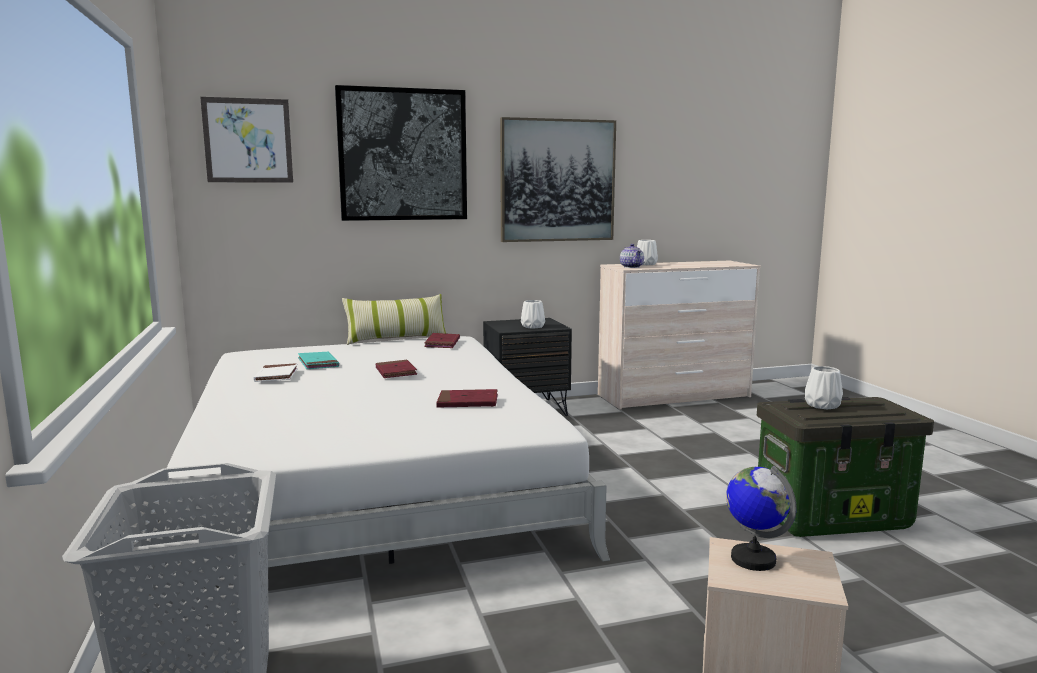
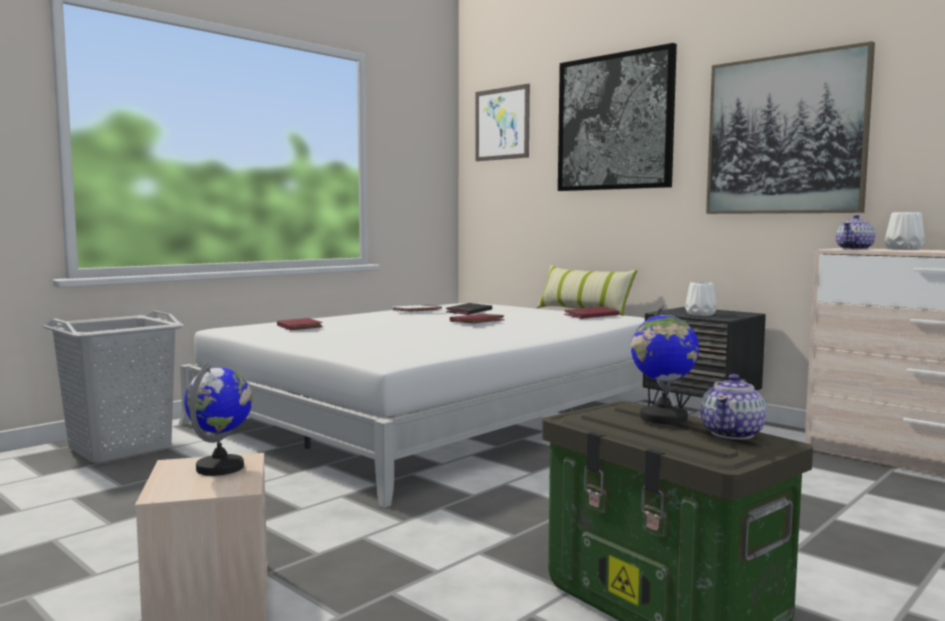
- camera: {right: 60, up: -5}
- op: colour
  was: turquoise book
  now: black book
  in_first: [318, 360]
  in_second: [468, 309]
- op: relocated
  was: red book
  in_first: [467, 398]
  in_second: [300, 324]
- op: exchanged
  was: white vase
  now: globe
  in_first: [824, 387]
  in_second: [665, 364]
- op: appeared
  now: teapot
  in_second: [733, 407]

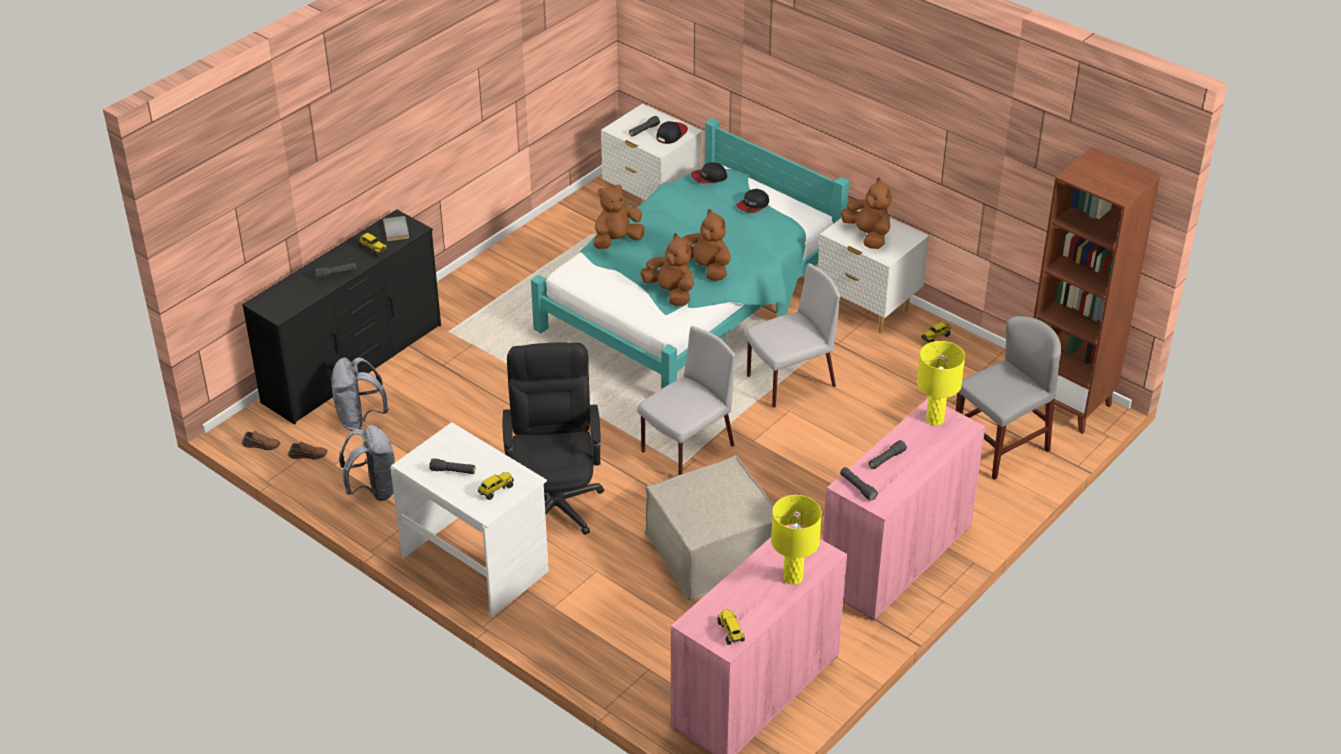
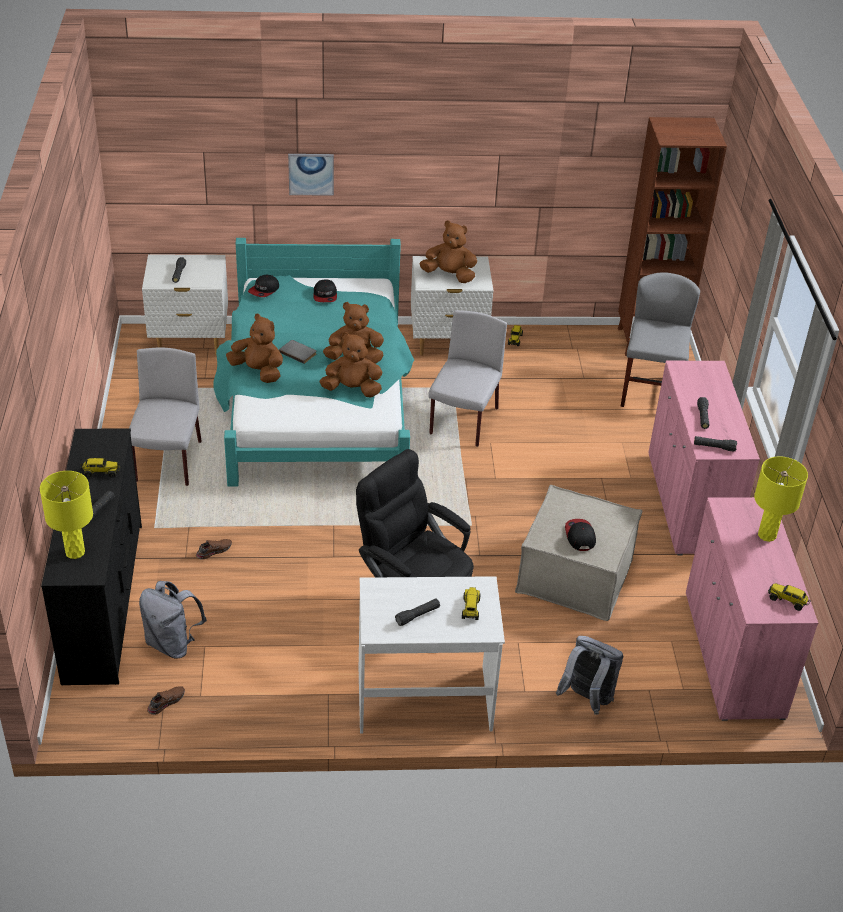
- camera: {right: -45, up: 0}
- op: relocated
  was: brown shoe
  in_first: [261, 440]
  in_second: [214, 549]
- op: relocated
  was: grey backpack
  in_first: [367, 463]
  in_second: [590, 675]
- op: relocated
  was: grey book
  in_first: [396, 228]
  in_second: [297, 352]
- op: spun
  was: brown plush toy
  in_first: [619, 216]
  in_second: [254, 348]
  clockwise: 105
- op: relocated
  was: grey chair
  in_first: [686, 400]
  in_second: [165, 416]
- op: relocated
  was: cap
  in_first: [672, 132]
  in_second: [580, 535]
- op: relocated
  was: yellow table lamp
  in_first: [941, 383]
  in_second: [66, 515]
- op: appeared
  now: picture
  in_second: [311, 175]

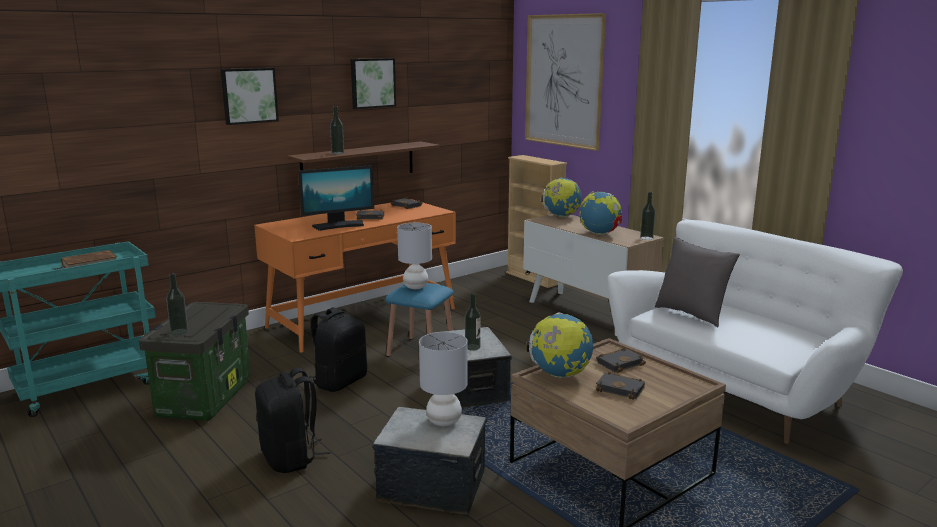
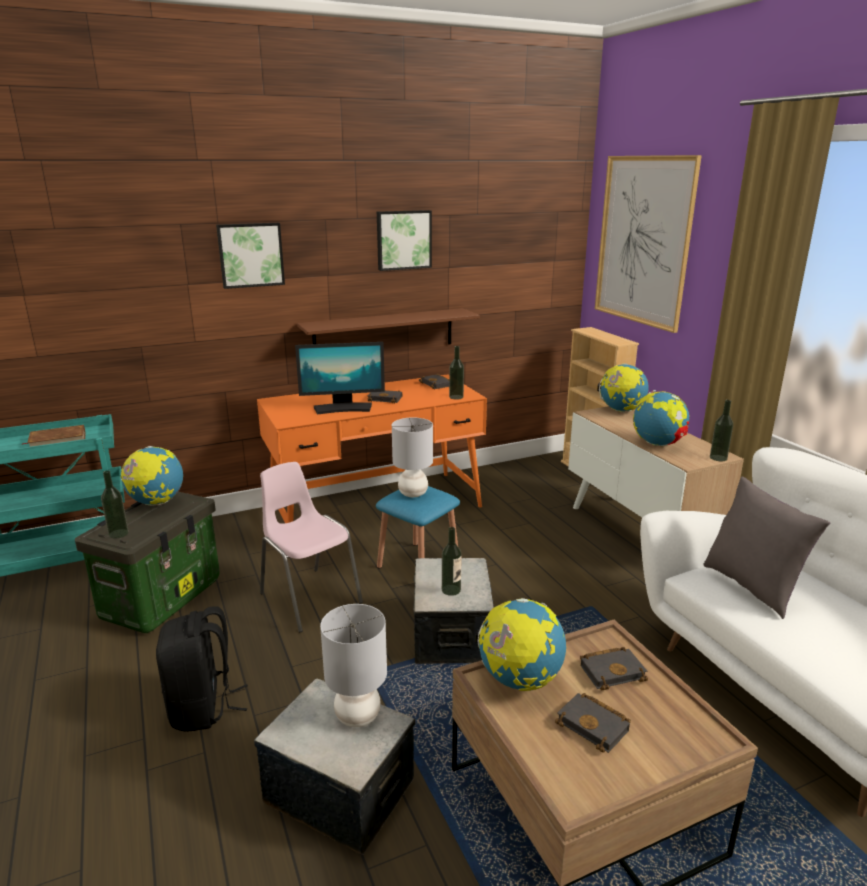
- camera: {right: 15, up: 5}
- op: exchanged
  was: black backpack
  now: pink chair
  in_first: [338, 349]
  in_second: [311, 547]
- op: relocated
  was: bottle
  in_first: [337, 130]
  in_second: [456, 373]
- op: appeared
  now: globe
  in_second: [152, 476]

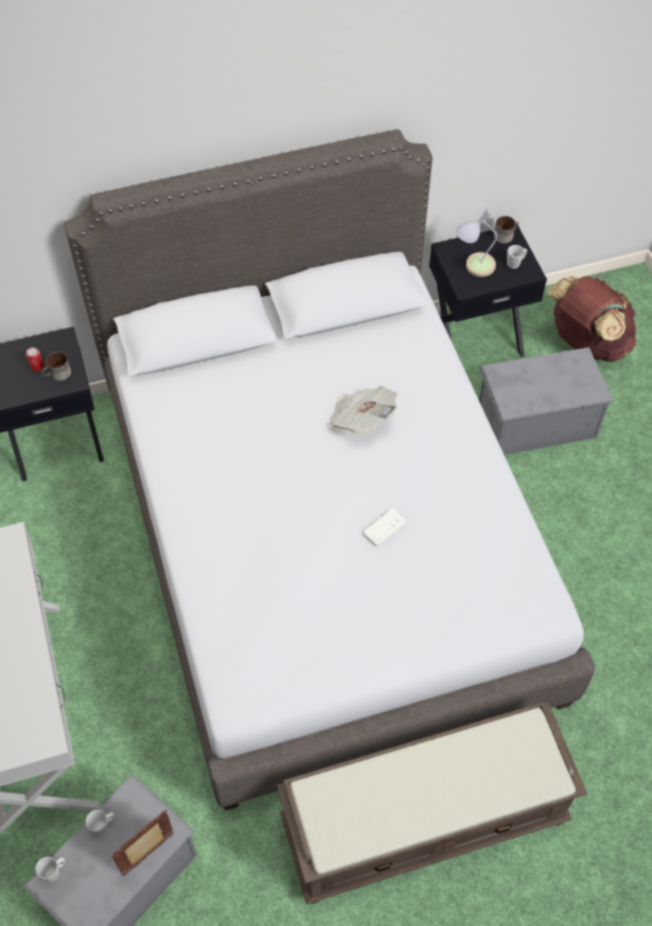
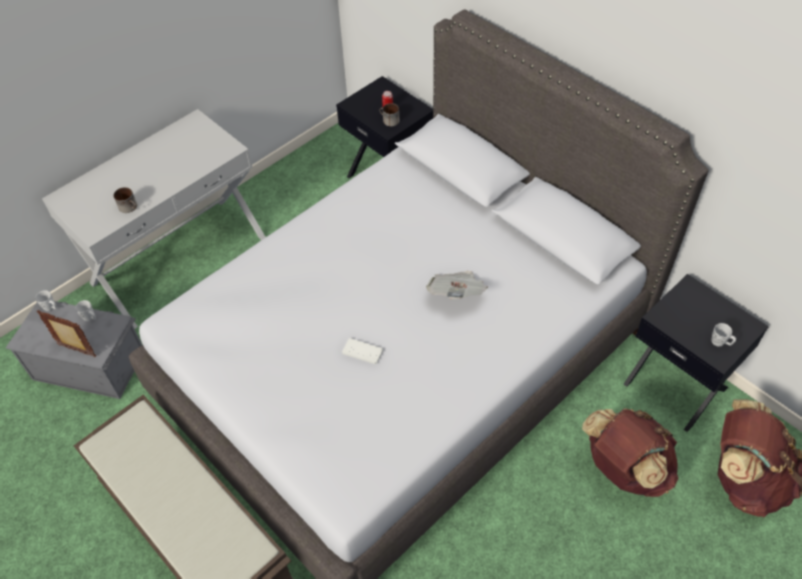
- camera: {right: 65, up: -5}
- op: missing
  was: table lamp
  in_first: [476, 242]
- op: exchanged
  was: grey storage box
  now: brown backpack
  in_first: [546, 401]
  in_second: [630, 452]
- op: relocated
  was: mug
  in_first: [506, 230]
  in_second: [125, 200]

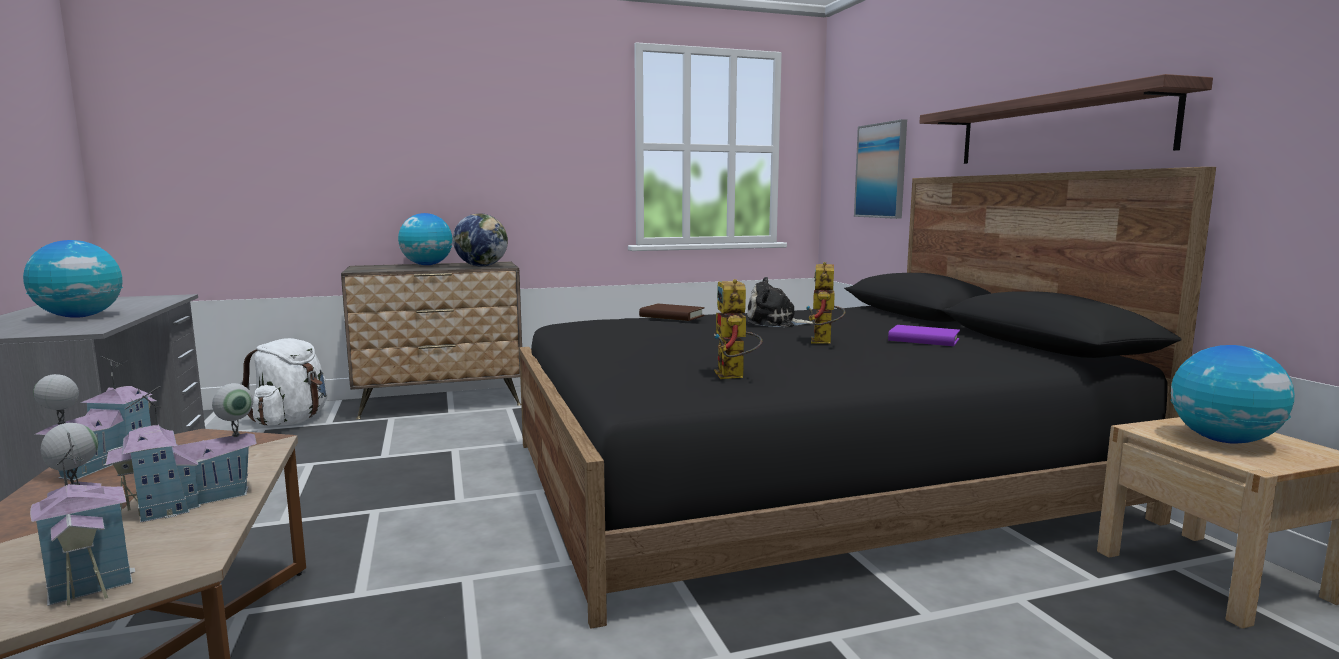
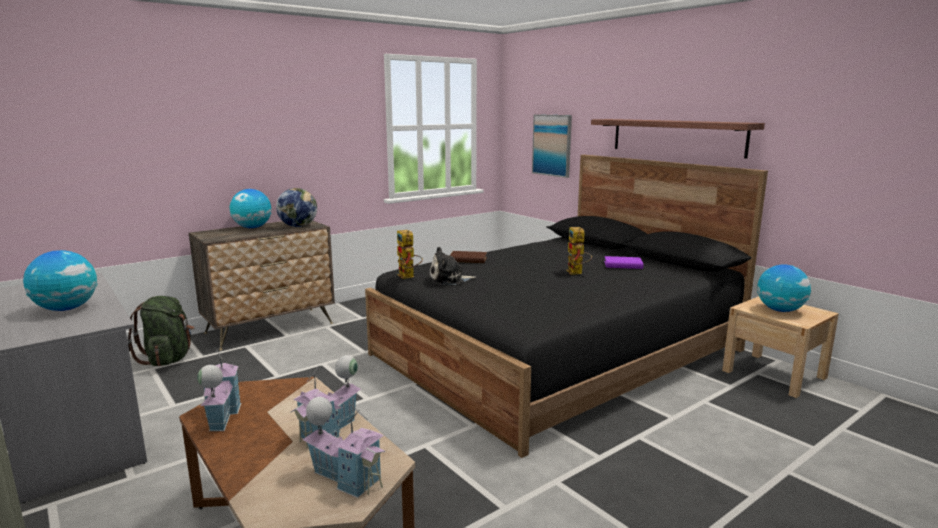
- camera: {right: -20, up: 5}
- op: colour
  was: white backpack
  now: green backpack
  in_first: [283, 382]
  in_second: [160, 331]
- op: relocated
  was: toy robot
  in_first: [738, 329]
  in_second: [410, 254]
- op: relocated
  was: plush toy
  in_first: [780, 302]
  in_second: [452, 266]

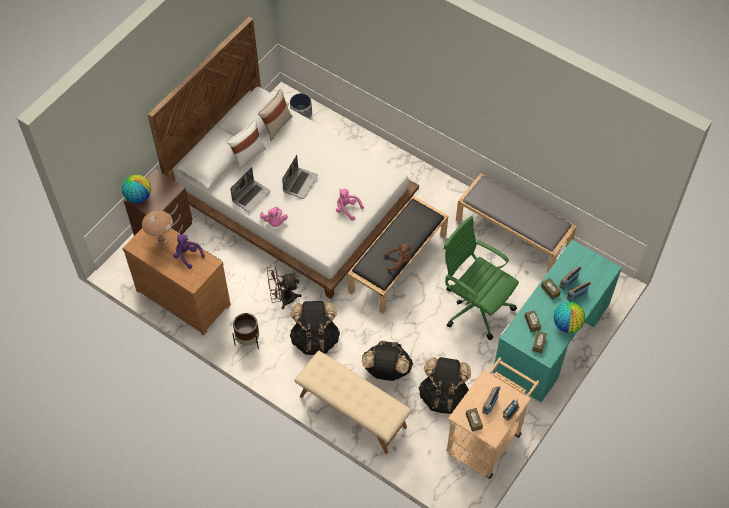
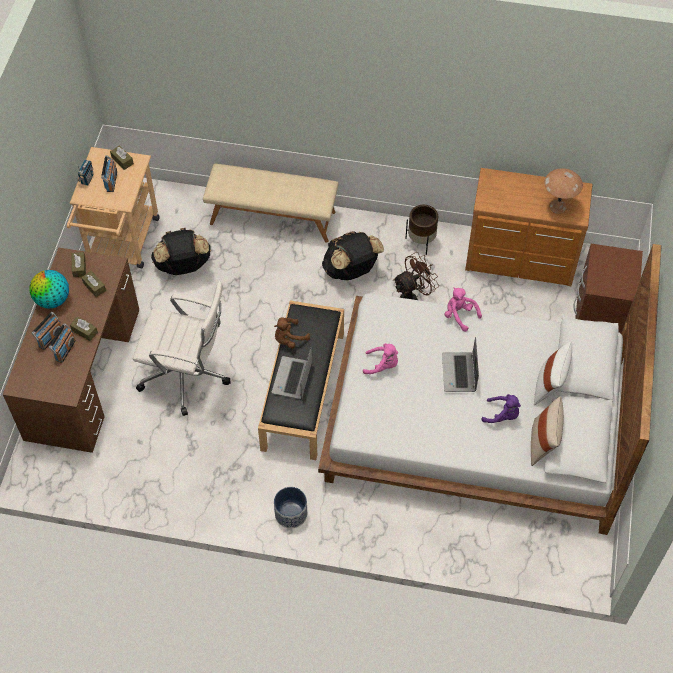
- camera: {right: 155, up: 0}
- op: missing
  was: globe
  in_first: [136, 189]
- op: relocated
  was: purple plush toy
  in_first: [189, 251]
  in_second: [501, 408]
- op: relocated
  was: laptop
  in_first: [250, 189]
  in_second: [292, 373]
- op: relocated
  was: planter
  in_first: [301, 106]
  in_second: [290, 508]
- op: missing
  was: black backpack
  in_first: [387, 361]
- op: colour
  was: green office chair
  now: white office chair
  in_first: [481, 278]
  in_second: [181, 348]
- op: missing
  was: grey bench
  in_first: [516, 223]
- op: colour
  was: turquoise desk
  now: brown desk
  in_first: [557, 321]
  in_second: [71, 350]

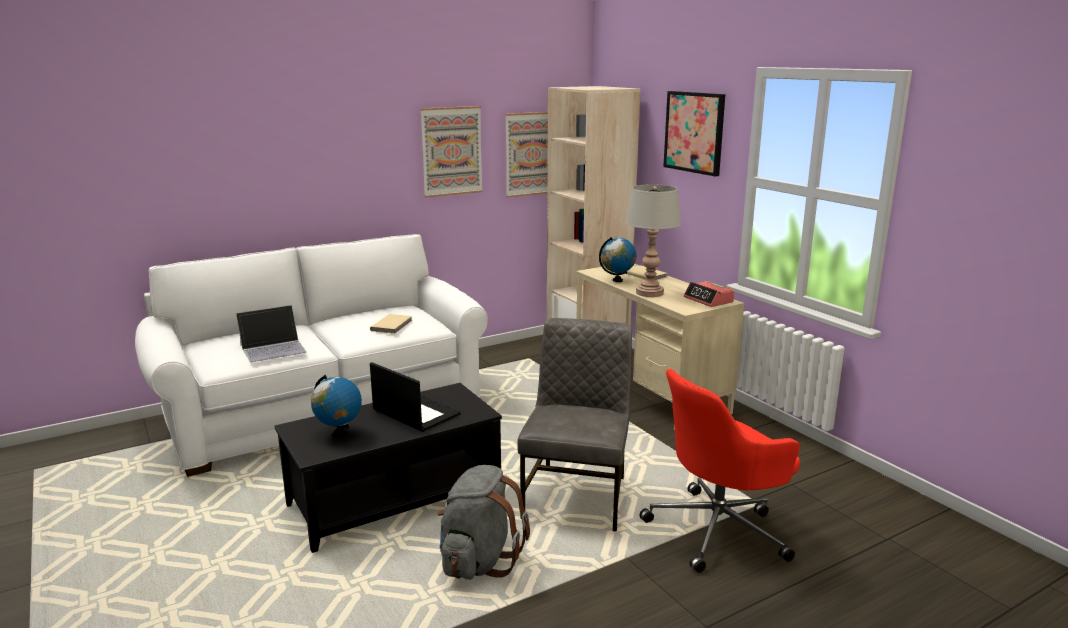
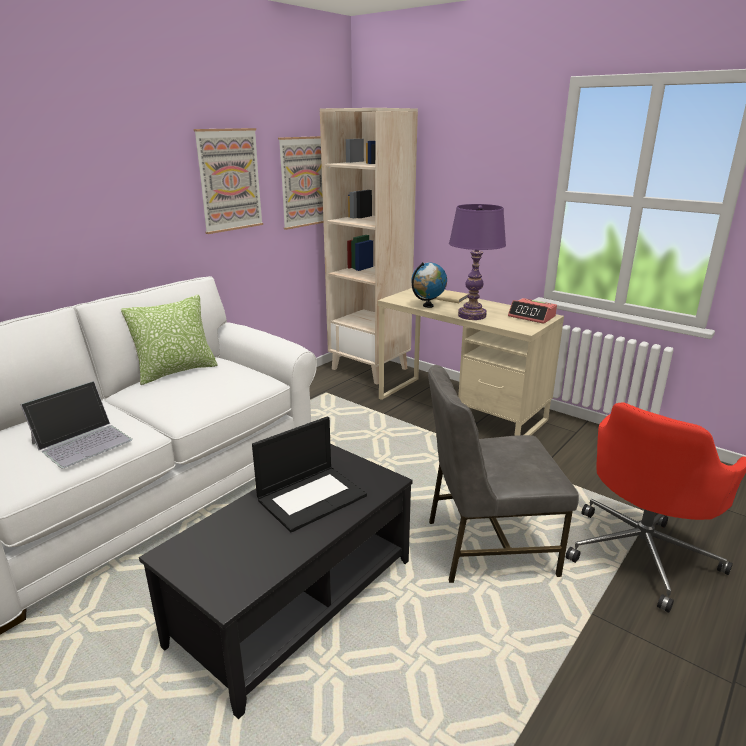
- camera: {right: -20, up: 5}
- op: missing
  was: globe
  in_first: [336, 406]
- op: missing
  was: beige book
  in_first: [391, 324]
- op: spun
  was: laptop
  in_first: [415, 397]
  in_second: [309, 474]
  clockwise: 120
- op: missing
  was: grey backpack
  in_first: [483, 522]
- op: spun
  was: grey chair
  in_first: [574, 425]
  in_second: [503, 474]
  clockwise: -90
- op: colour
  was: grey table lamp
  now: purple table lamp
  in_first: [653, 240]
  in_second: [477, 262]
- op: missing
  was: picture
  in_first: [694, 133]
- op: appeared
  now: pillow
  in_second: [169, 340]

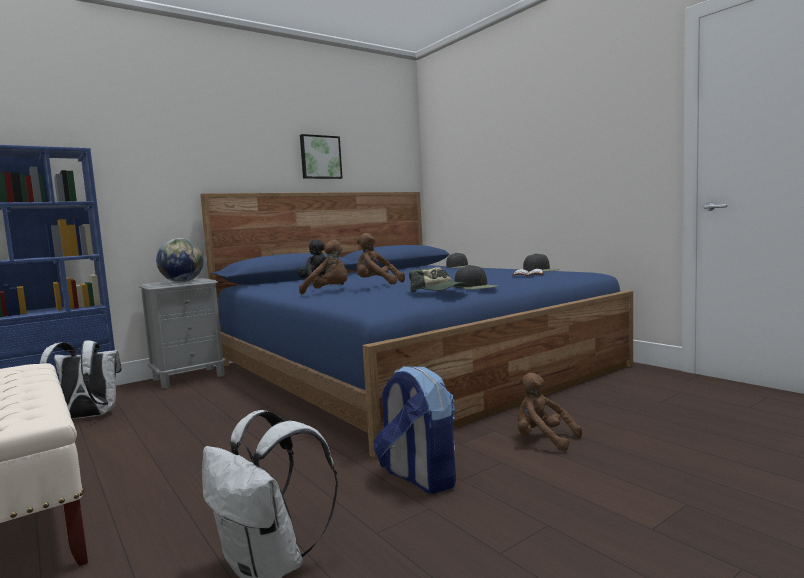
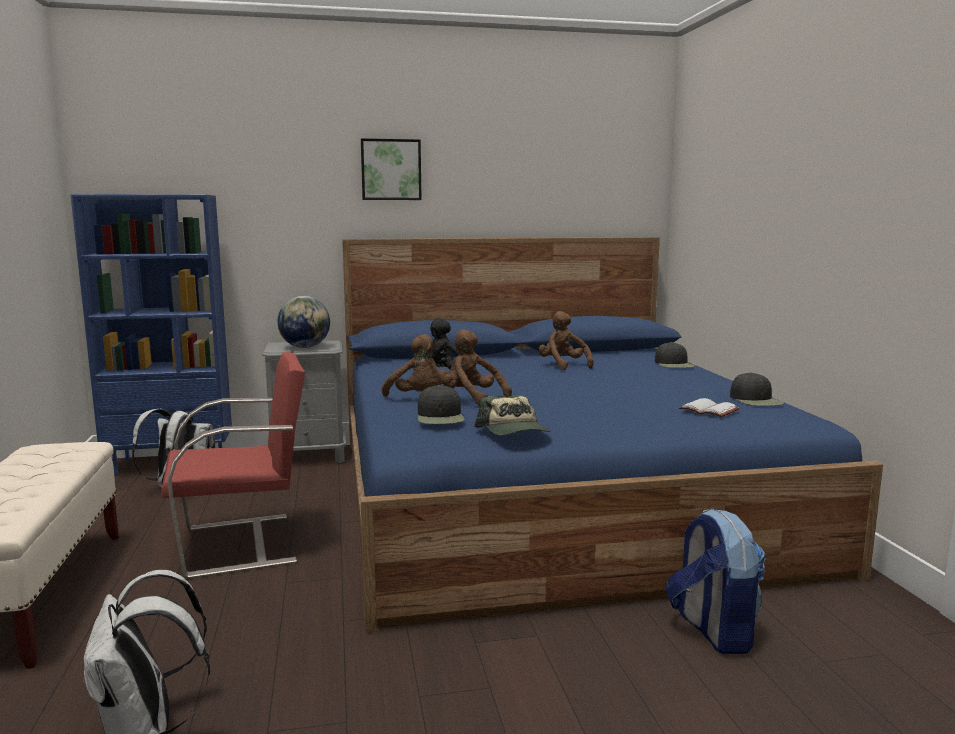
- camera: {right: 25, up: 5}
- op: relocated
  was: picture
  in_first: [321, 156]
  in_second: [391, 169]
- op: relocated
  was: backpack
  in_first: [414, 430]
  in_second: [716, 581]
- op: relocated
  was: black cap
  in_first: [476, 277]
  in_second: [441, 404]
- op: relocated
  was: brown plush toy
  in_first: [549, 412]
  in_second: [566, 340]
- op: appeared
  now: red chair
  in_second: [233, 465]

